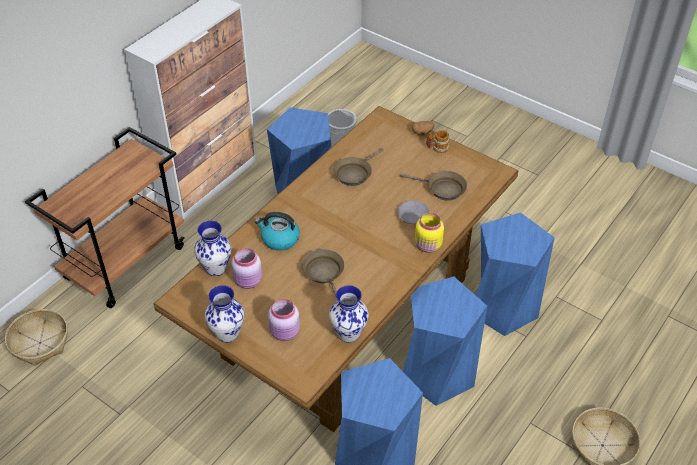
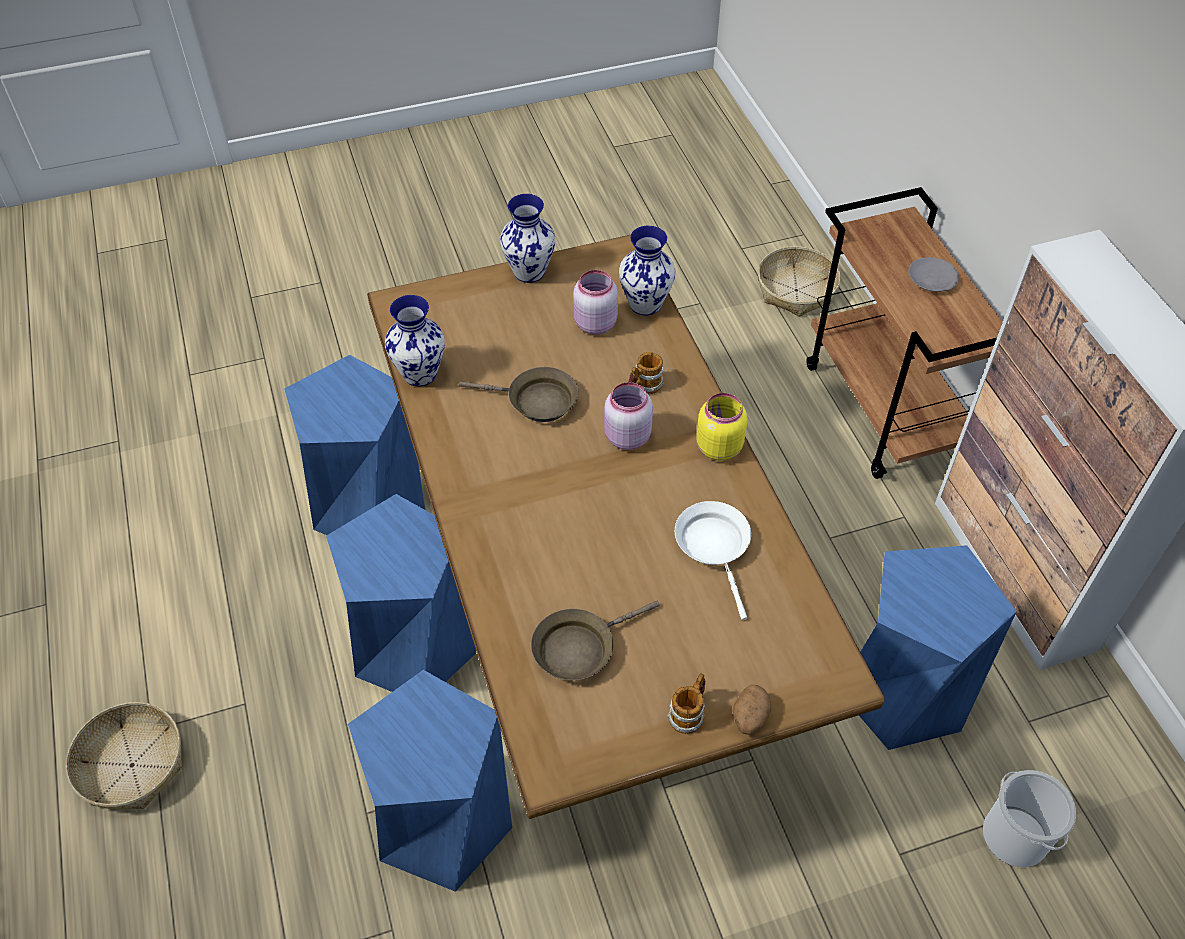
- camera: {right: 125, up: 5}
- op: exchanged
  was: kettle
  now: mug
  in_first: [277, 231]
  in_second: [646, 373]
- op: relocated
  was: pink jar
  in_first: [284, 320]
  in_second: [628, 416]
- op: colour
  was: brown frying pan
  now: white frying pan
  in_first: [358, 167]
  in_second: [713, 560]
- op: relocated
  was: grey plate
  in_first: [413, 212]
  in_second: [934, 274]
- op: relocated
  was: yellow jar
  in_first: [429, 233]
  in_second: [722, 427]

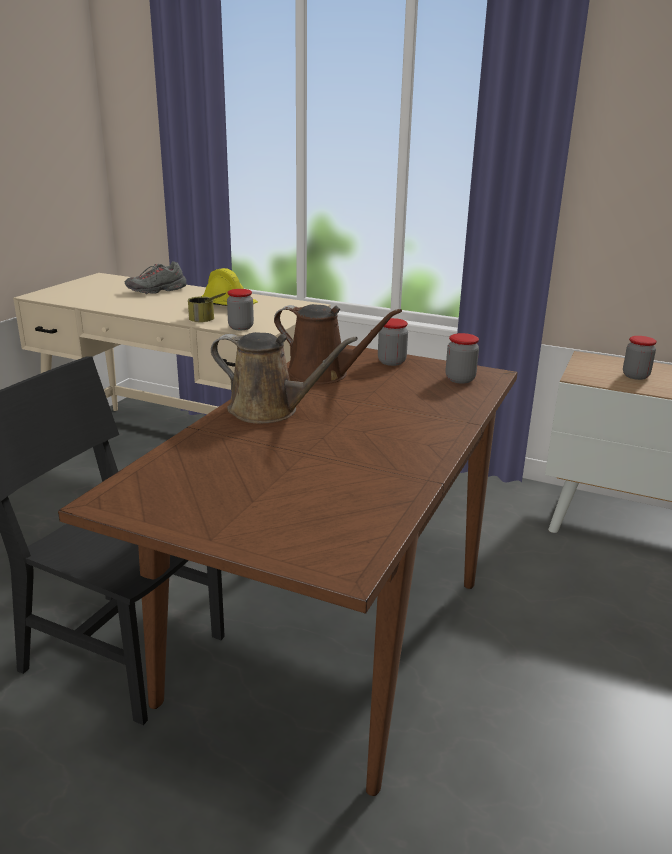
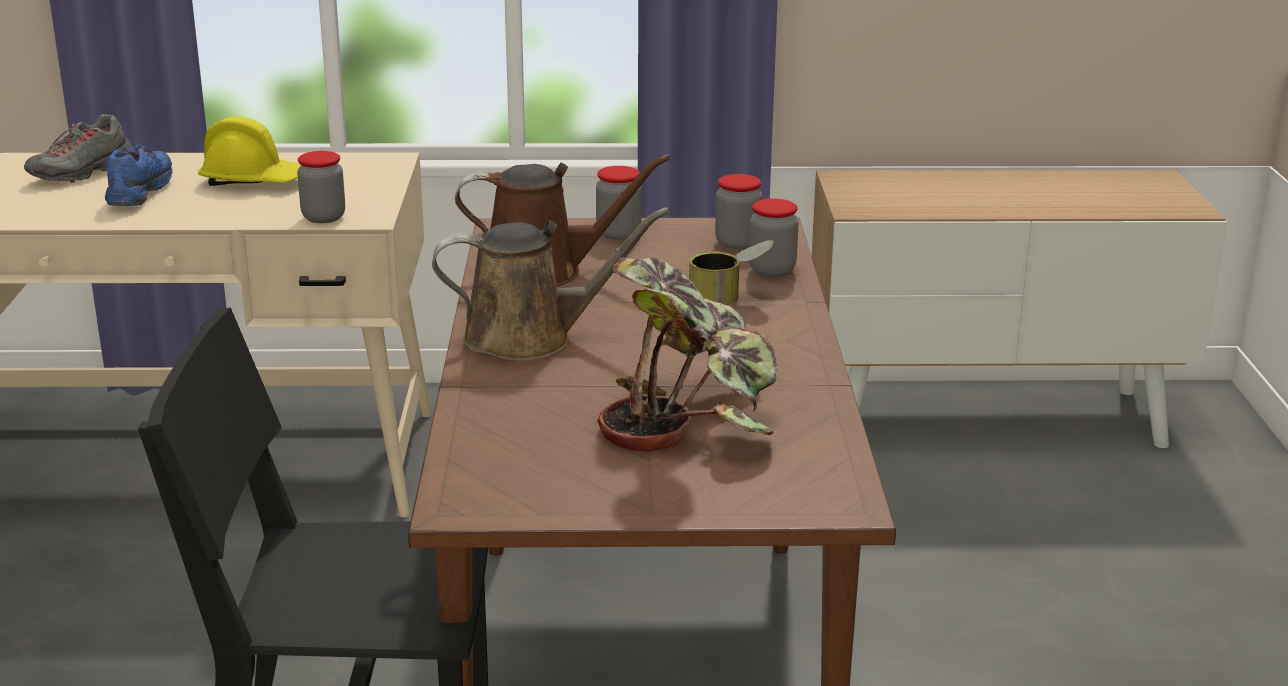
- camera: {right: -25, up: 0}
- op: relocated
  was: can
  in_first: [207, 307]
  in_second: [731, 272]
- op: relocated
  was: jar
  in_first: [640, 358]
  in_second: [774, 238]
- op: appeared
  now: blue shoe
  in_second: [139, 175]
- op: appeared
  now: potted plant
  in_second: [687, 354]

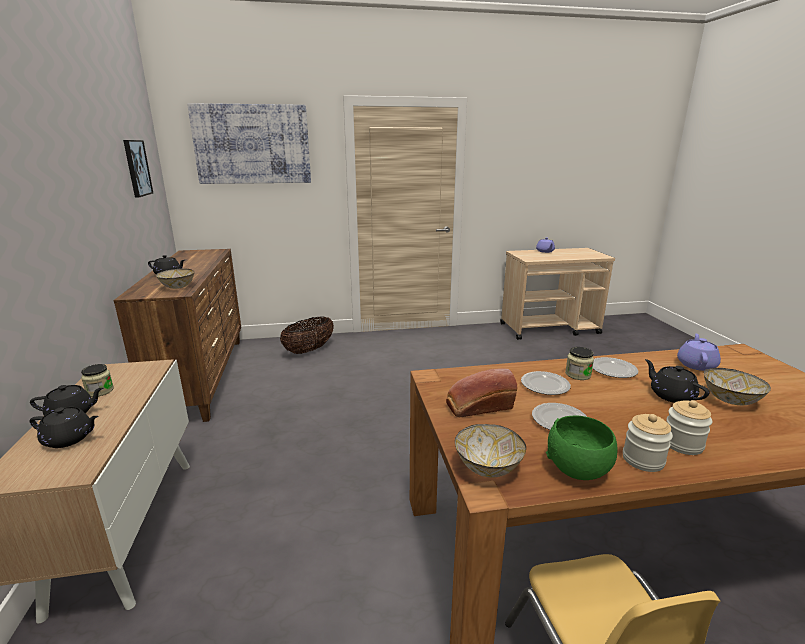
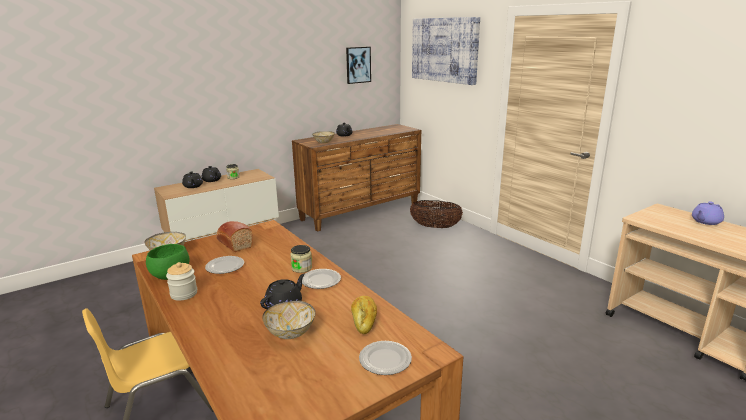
- camera: {right: 65, up: 0}
- op: relocated
  was: plate
  in_first: [546, 383]
  in_second: [385, 358]
- op: missing
  was: jar
  in_first: [689, 427]
- op: exchanged
  was: purple teapot
  now: bread
  in_first: [699, 352]
  in_second: [364, 315]

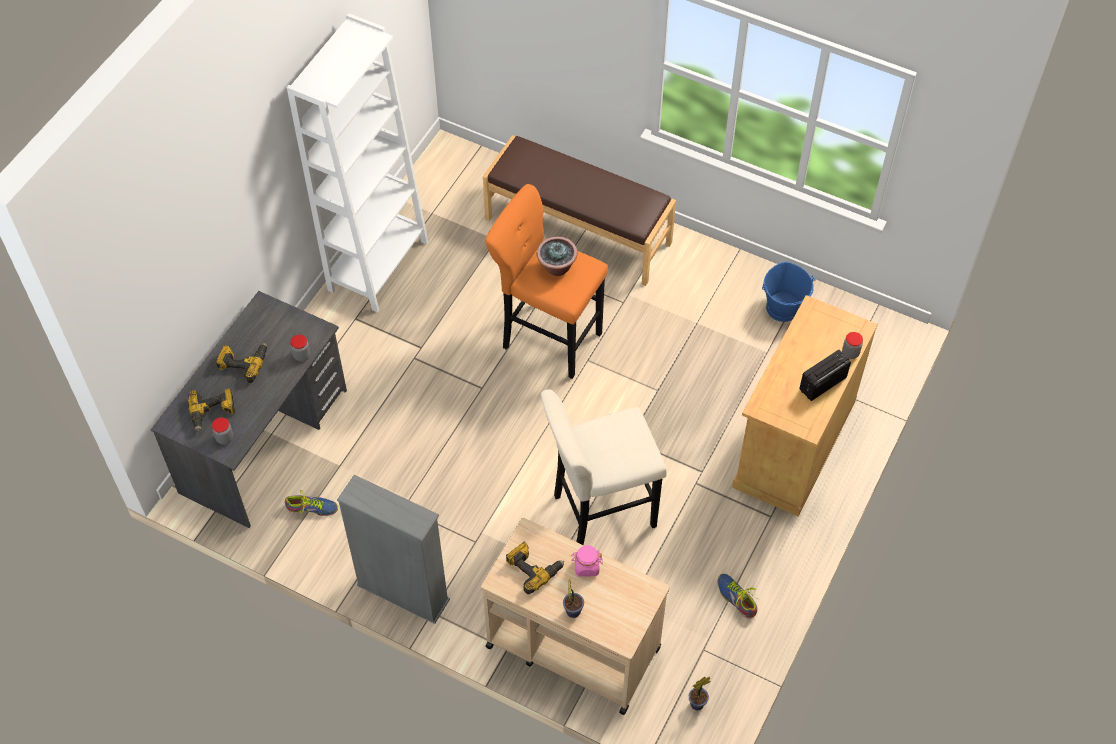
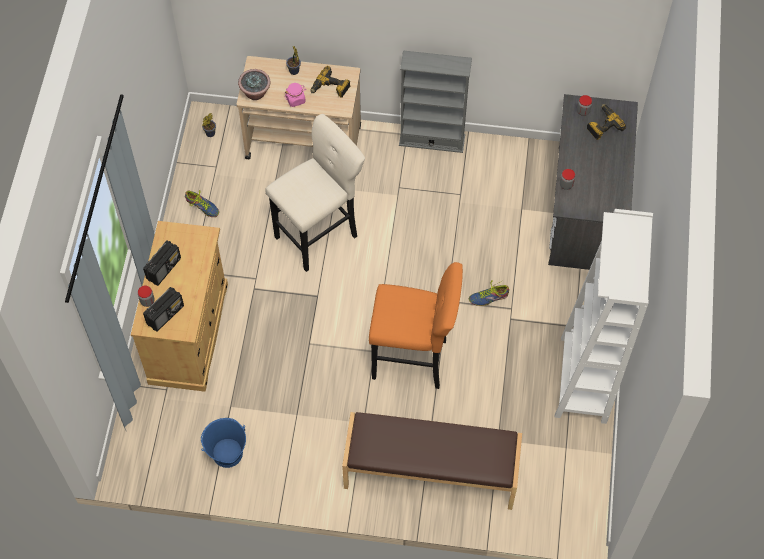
- camera: {right: 160, up: 5}
- op: missing
  was: power drill
  in_first: [241, 363]
- op: relocated
  was: shoe
  in_first: [311, 503]
  in_second: [489, 293]
- op: relocated
  was: potted plant
  in_first: [557, 256]
  in_second: [254, 84]
- op: appeared
  now: radio
  in_second: [163, 309]

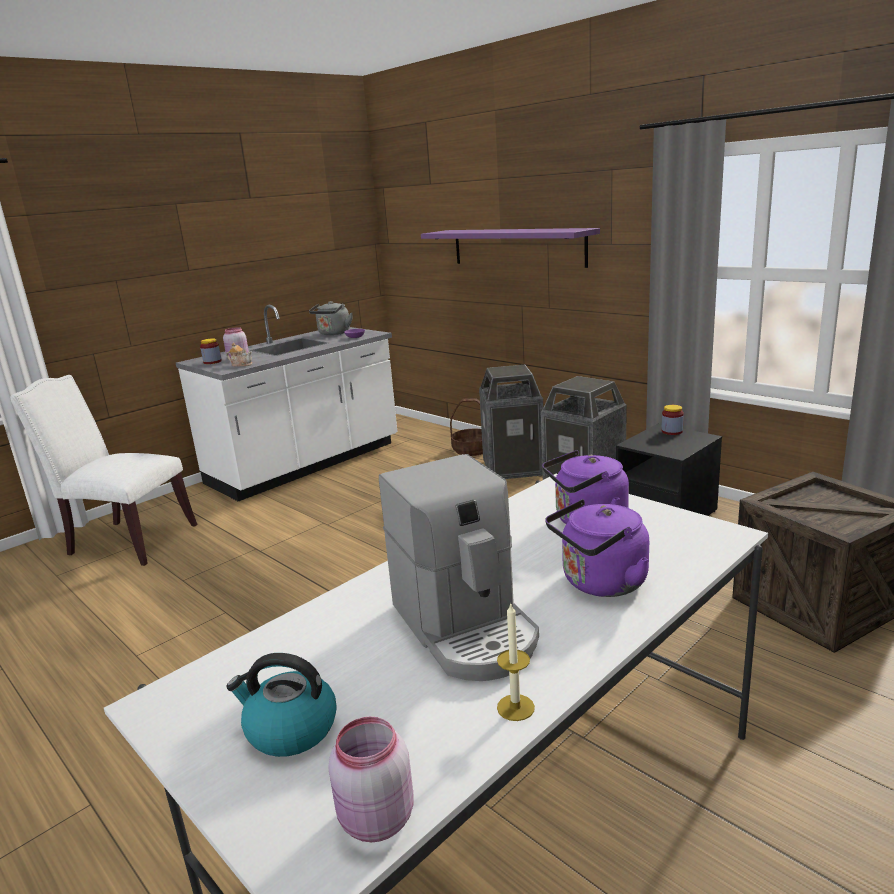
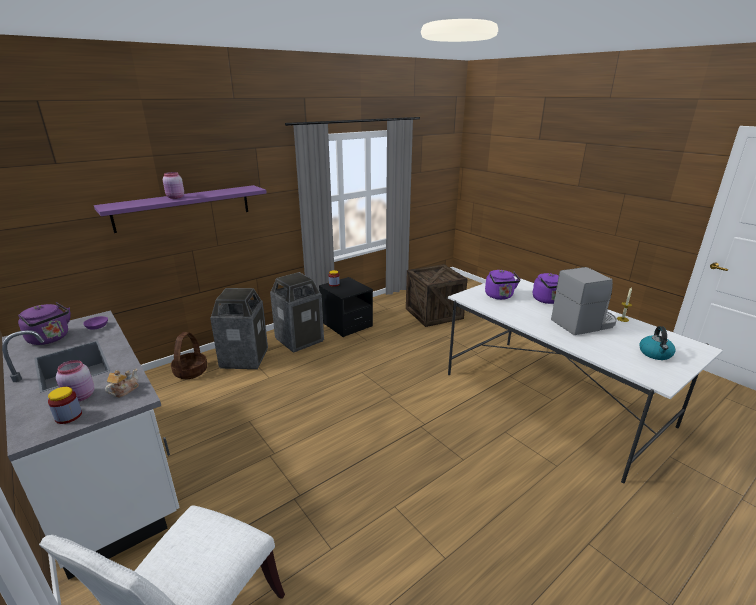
- camera: {right: -85, up: 5}
- op: colour
  was: grey kettle
  now: purple kettle
  in_first: [331, 318]
  in_second: [44, 323]
- op: relocated
  was: pink jar
  in_first: [371, 779]
  in_second: [173, 185]

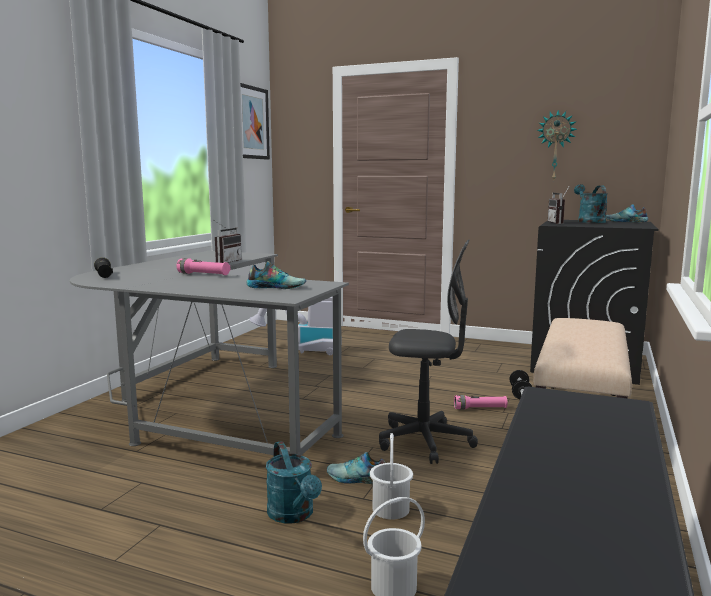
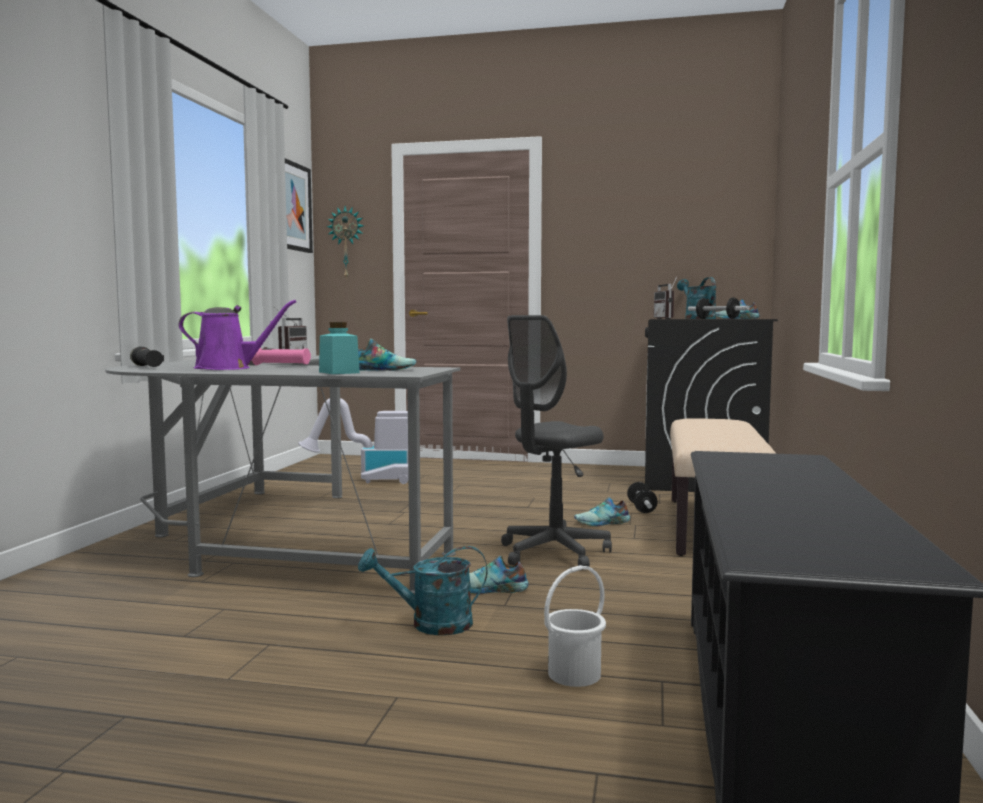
- camera: {right: -10, up: -5}
- op: spun
  was: turquoise watering can
  in_first: [294, 482]
  in_second: [422, 590]
  clockwise: 120
- op: missing
  was: white bucket
  in_first: [391, 476]
- op: spun
  was: grey office chair
  in_first: [428, 352]
  in_second: [556, 442]
  clockwise: 135
- op: exchanged
  was: pink flashlight
  now: shoe
  in_first: [480, 402]
  in_second: [602, 511]
- op: relocated
  was: wall clock
  in_first: [557, 146]
  in_second: [345, 242]
- op: appeared
  now: purple watering can
  in_second: [237, 335]
- op: appeared
  now: turquoise jar
  in_second: [339, 348]
- op: appeared
  now: dumbbell
  in_second: [719, 308]

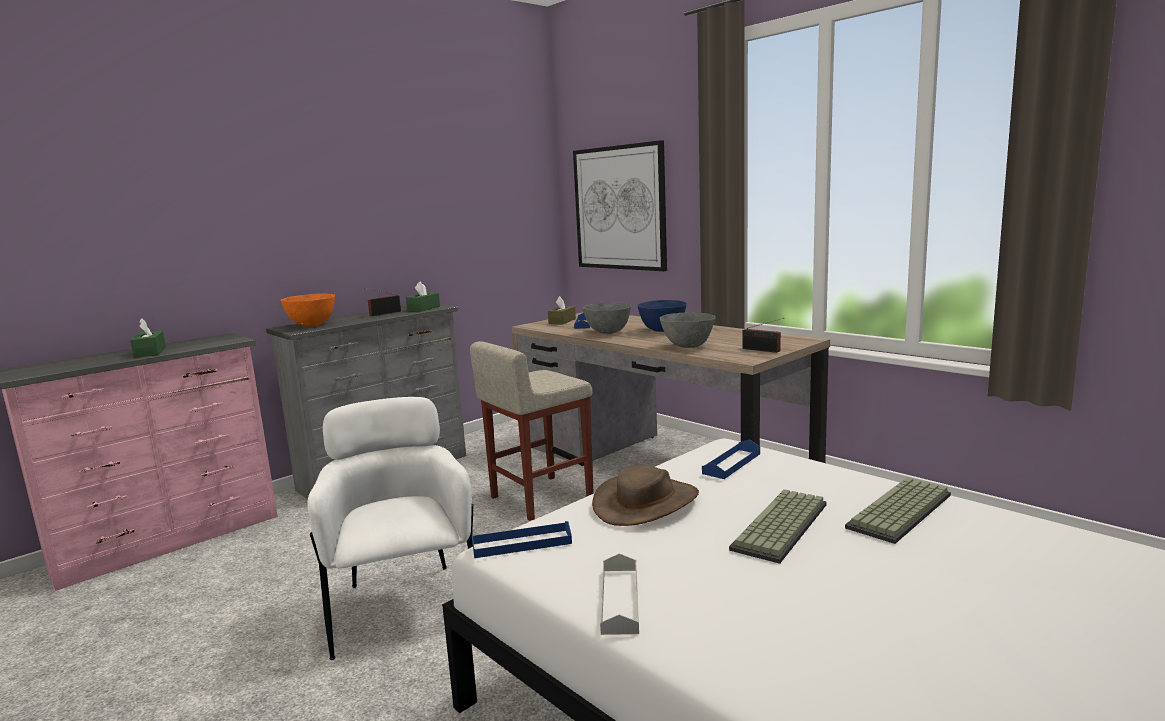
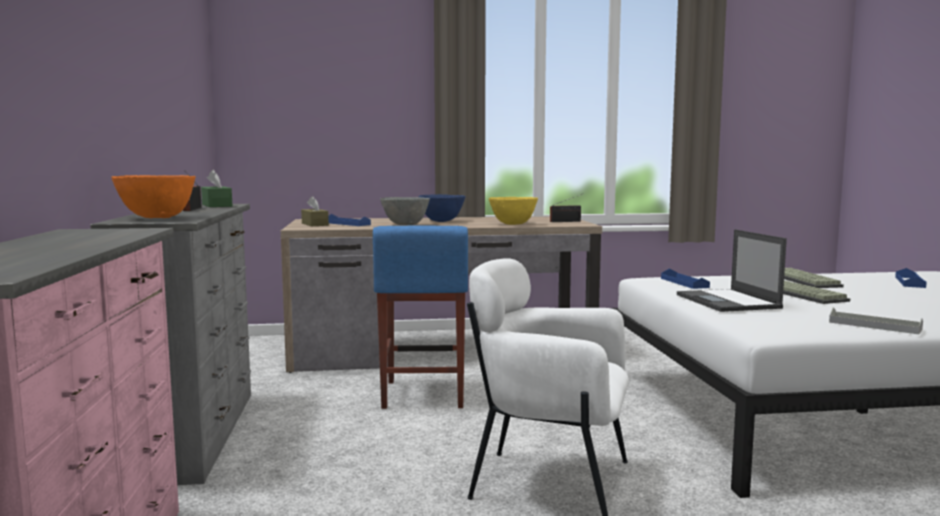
- camera: {right: -55, up: -5}
- op: missing
  was: green tissue box
  in_first: [148, 338]
- op: colour
  was: beige stool
  now: blue stool
  in_first: [532, 431]
  in_second: [420, 317]
- op: relocated
  was: blue tray
  in_first: [522, 539]
  in_second: [911, 278]
- op: missing
  was: picture
  in_first: [620, 205]
- op: exchanged
  was: brown hat
  now: laptop
  in_first: [645, 495]
  in_second: [732, 270]
- op: colour
  was: grey bowl
  now: yellow bowl
  in_first: [687, 330]
  in_second: [513, 211]

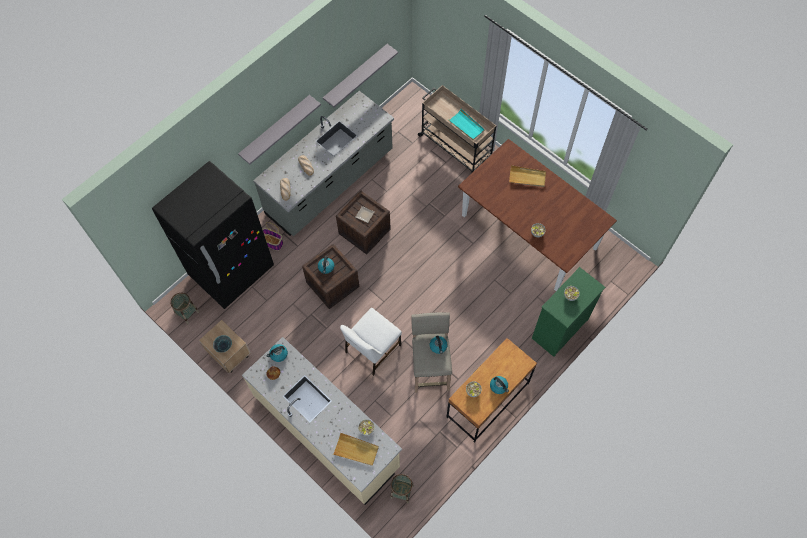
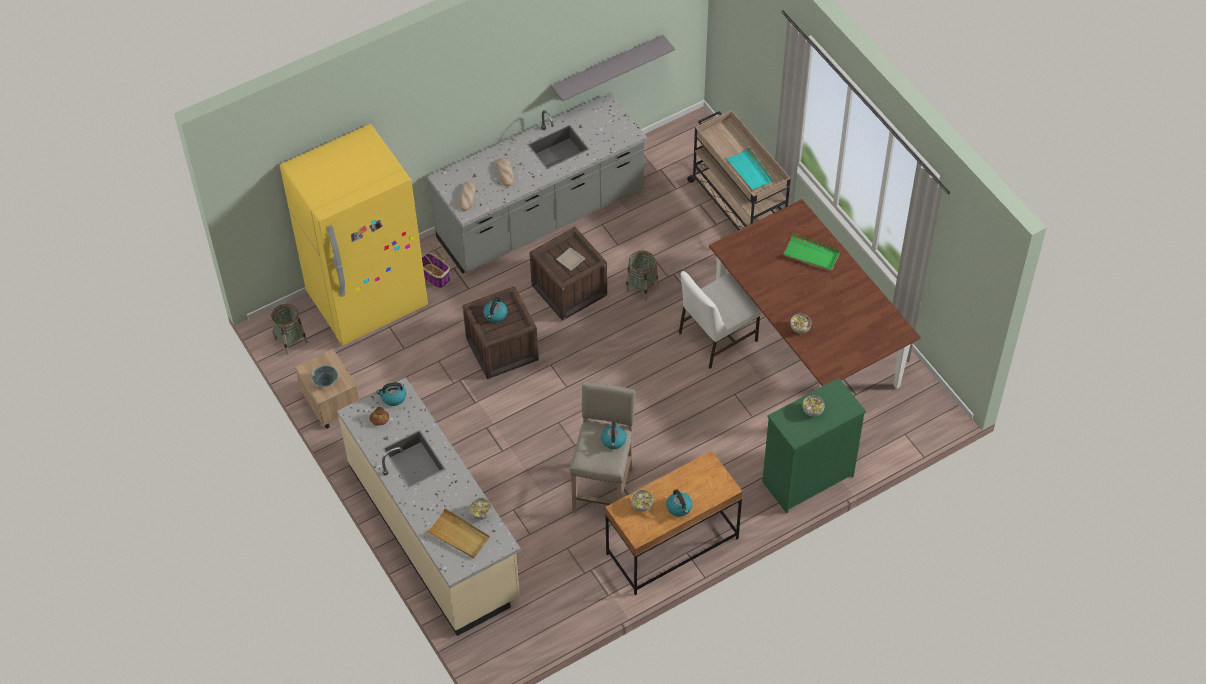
- camera: {right: 15, up: -10}
- op: colour
  was: black fridge
  now: yellow fridge
  in_first: [213, 235]
  in_second: [354, 234]
- op: missing
  was: grey shelf
  in_first: [279, 129]
- op: relocated
  was: white chair
  in_first: [371, 342]
  in_second: [720, 320]
- op: relocated
  was: basket
  in_first: [402, 488]
  in_second: [641, 276]
- op: colour
  was: beige tray
  now: green tray
  in_first: [527, 176]
  in_second: [811, 252]

